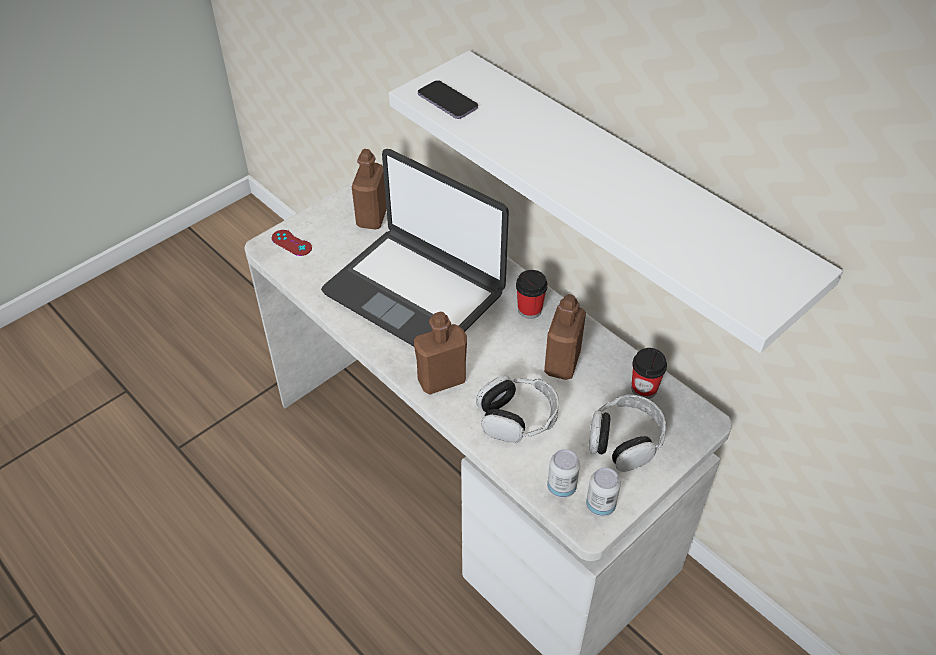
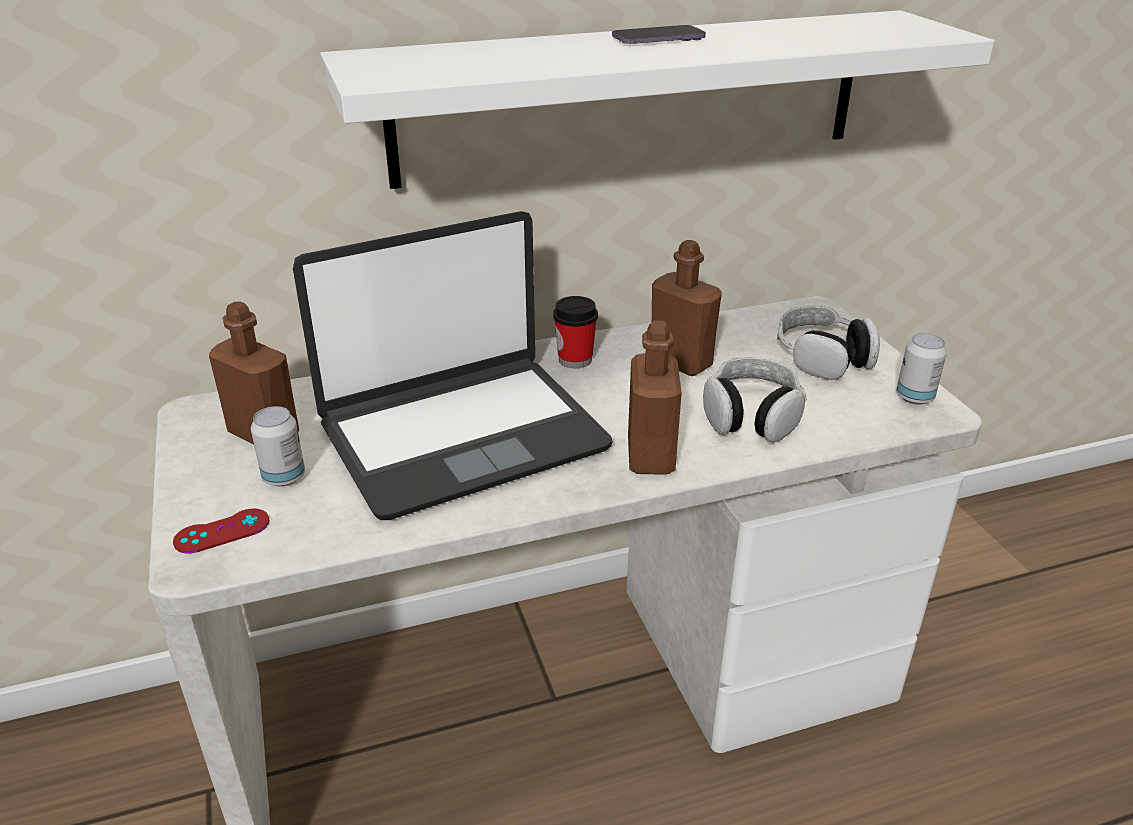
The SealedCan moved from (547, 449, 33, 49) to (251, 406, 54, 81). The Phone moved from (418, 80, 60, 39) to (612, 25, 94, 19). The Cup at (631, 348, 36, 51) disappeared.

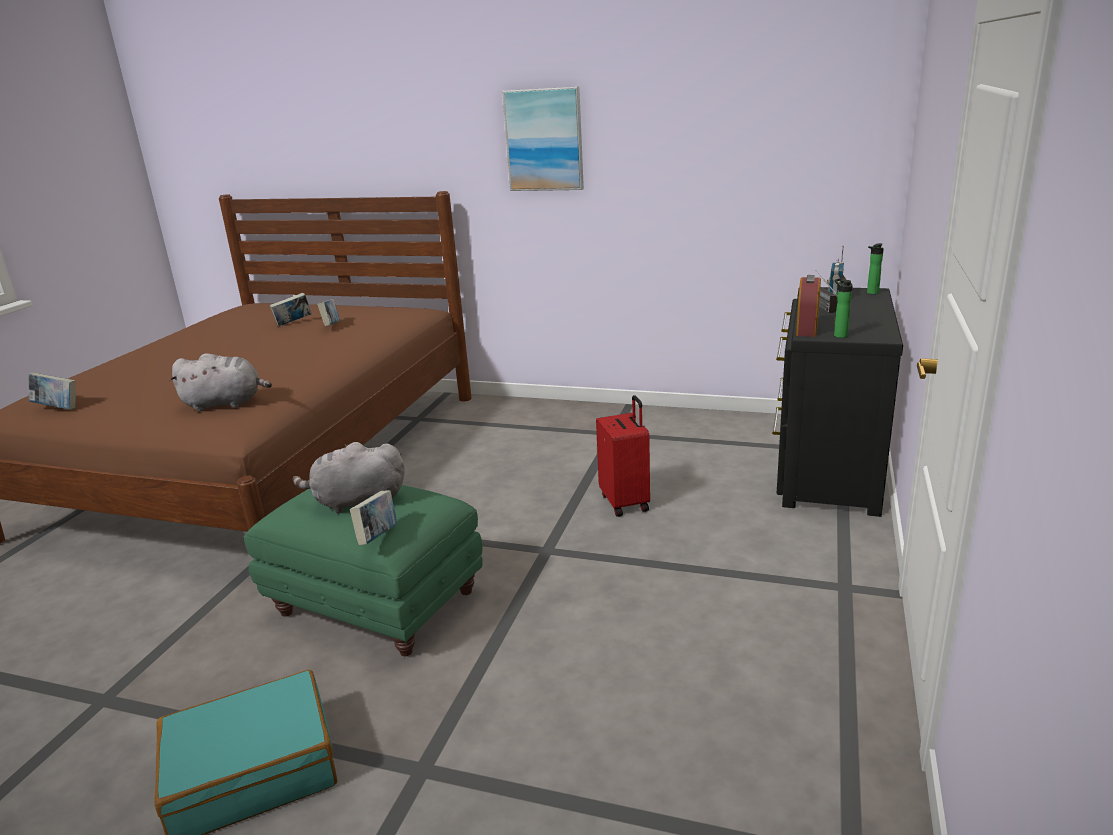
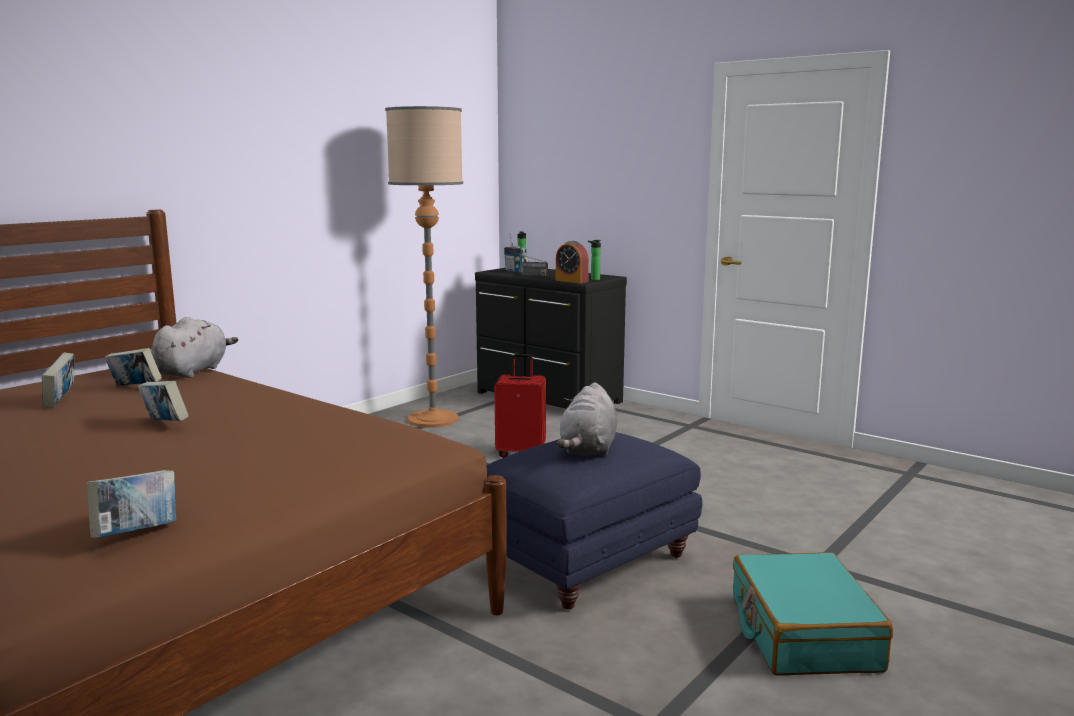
The BoundBook moved from (350, 490, 47, 55) to (138, 381, 51, 40). The GrayPlushToy moved from (169, 353, 103, 58) to (151, 317, 87, 61). The FloorLamp at (385, 106, 78, 322) appeared. The GreenColouredFootrest at (244, 485, 239, 171) became the BluishFootrest at (487, 432, 215, 178). The WallPicture at (502, 86, 82, 105) disappeared.

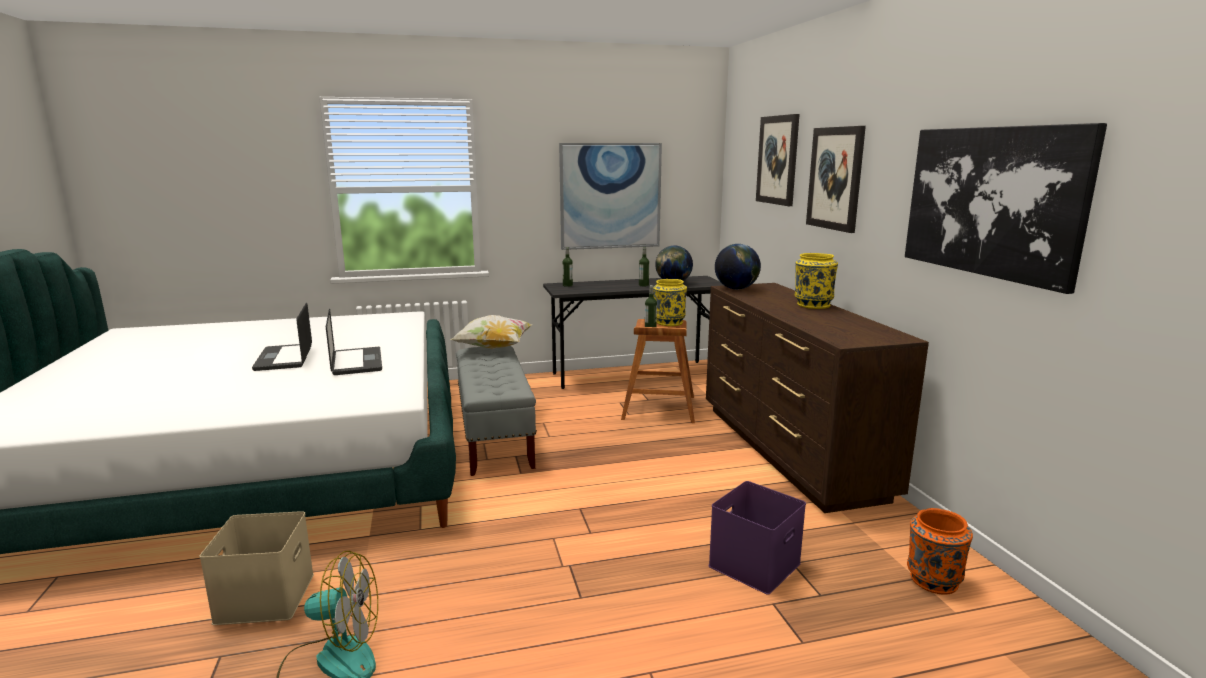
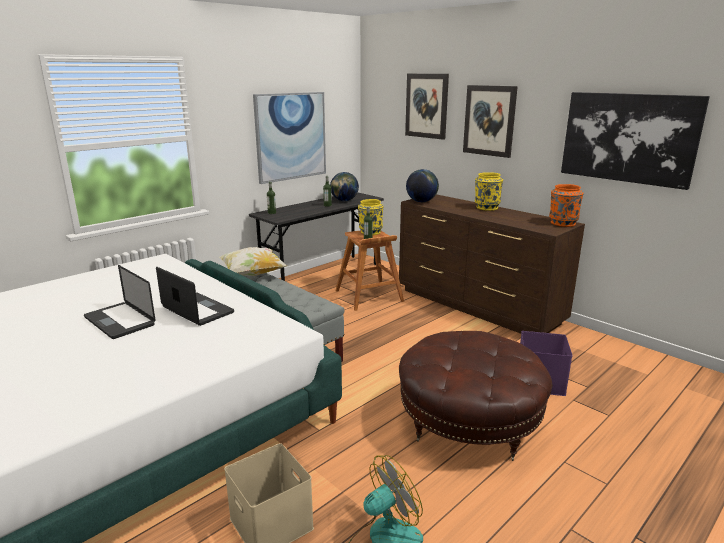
The BrownishFootrest at (399, 331, 154, 130) appeared. The OrangeyVase moved from (907, 508, 66, 87) to (549, 184, 35, 43).

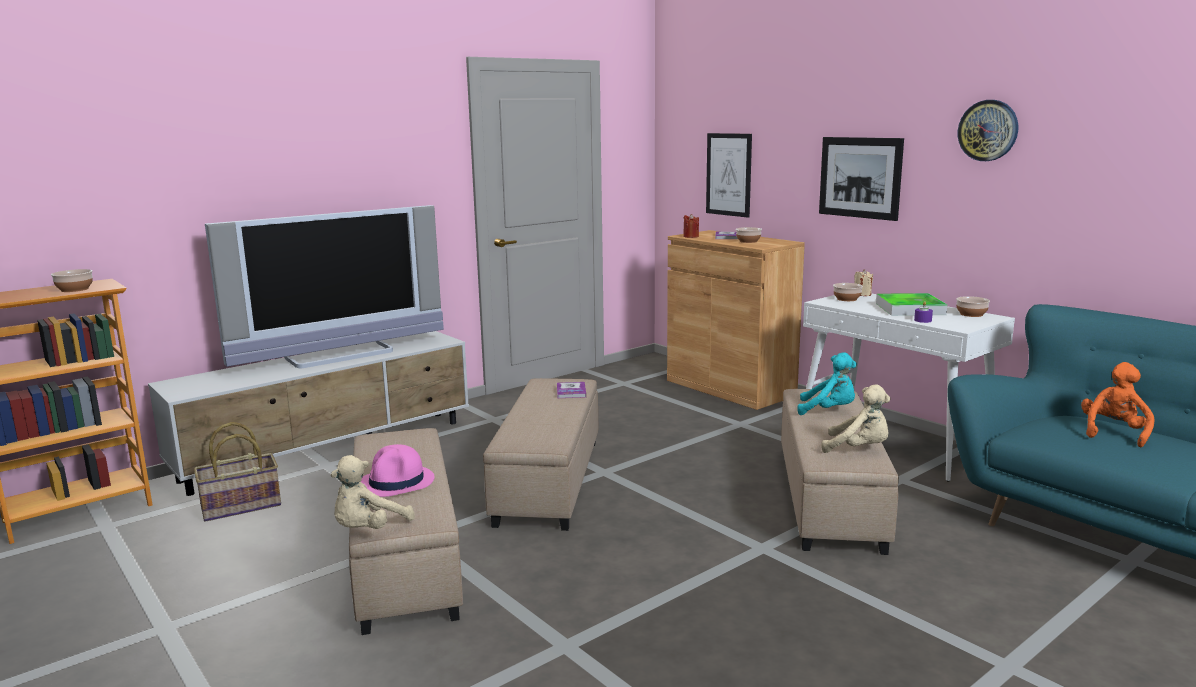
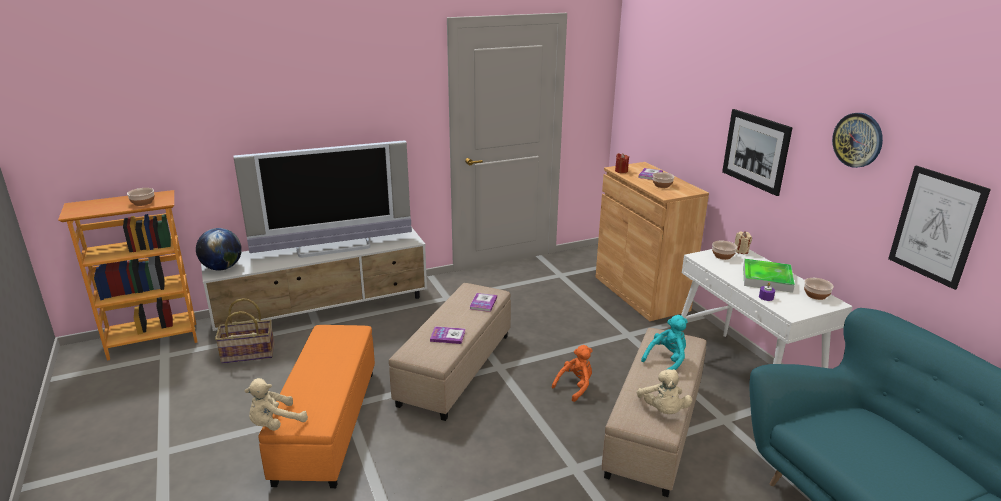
The DeskGlobe at (196, 228, 46, 42) appeared. The BeigeFootrest at (349, 428, 114, 207) became the OrangeyFootrest at (258, 325, 117, 163). The BoundBook at (430, 326, 36, 18) appeared. The OrangeyPlushToy moved from (1081, 362, 74, 85) to (552, 345, 41, 57). The BeigePlushToy at (821, 385, 70, 68) turned 45 degrees clockwise. The TurquoiseColouredPlushToy at (797, 352, 60, 63) turned 75 degrees counterclockwise. The WallPicture moved from (706, 133, 46, 85) to (888, 166, 103, 124). The PinkColouredHat at (360, 444, 75, 53) disappeared.

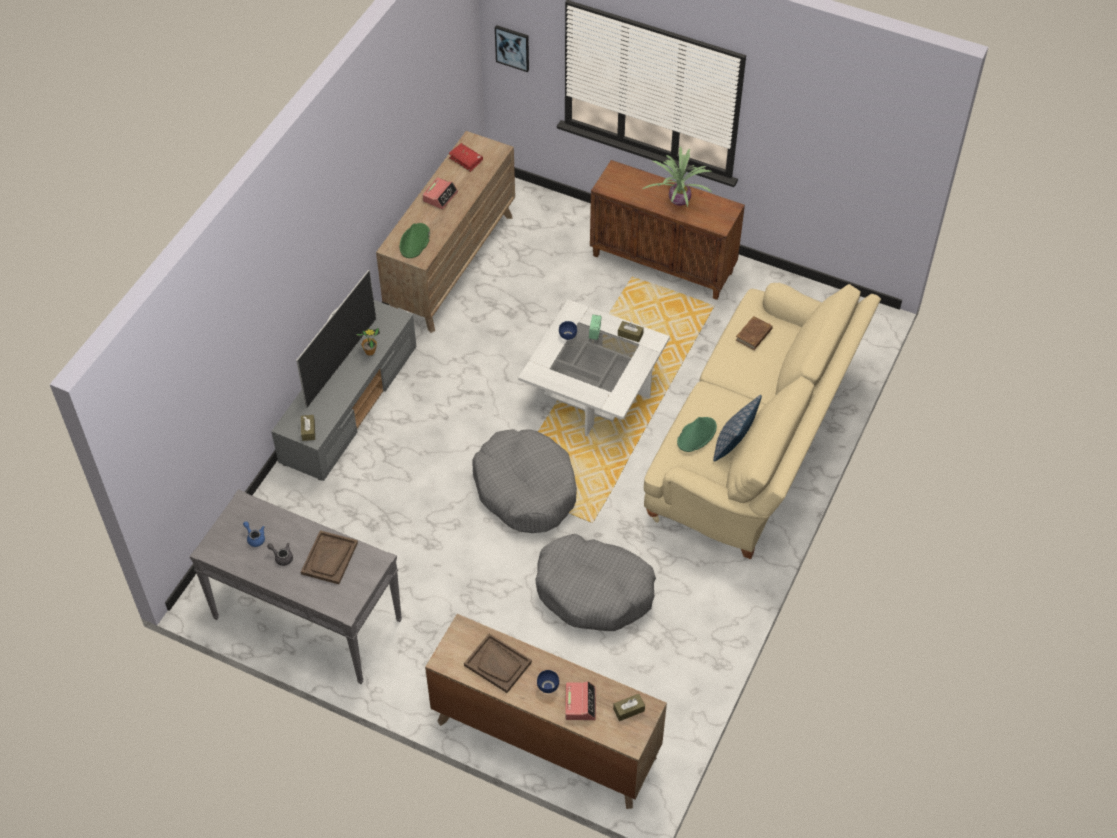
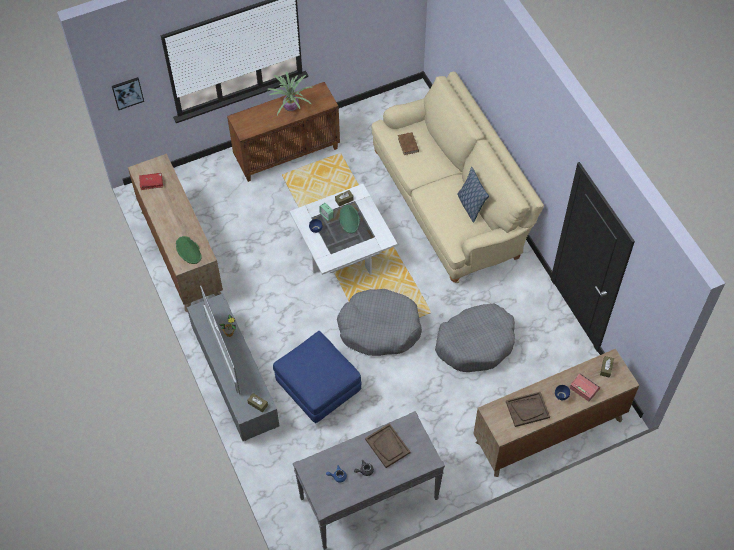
The BluishFootrest at (273, 331, 89, 92) appeared. The GreenColouredHat moved from (677, 417, 40, 35) to (339, 205, 21, 28). The BedsideClock at (423, 178, 35, 31) disappeared.

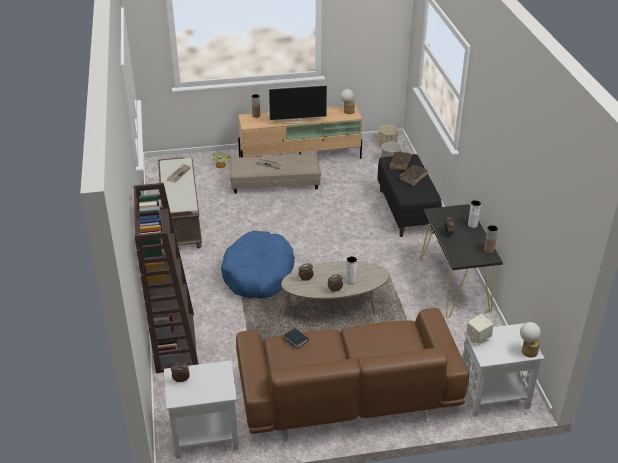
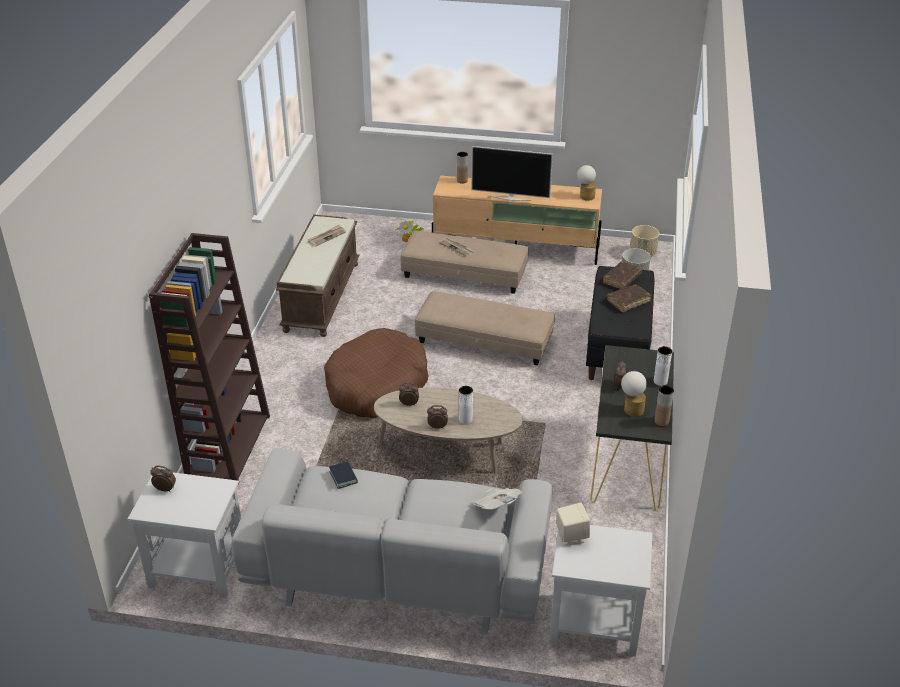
The BrownishSettee at (236, 308, 233, 134) became the GraySettee at (232, 449, 320, 185). The BluishPetBed at (221, 231, 74, 68) became the BrownishPetBed at (324, 328, 105, 90). The BeigeFootrest at (415, 291, 140, 75) appeared. The Newspaper at (472, 488, 51, 21) appeared. The LampForATable moved from (520, 322, 21, 36) to (621, 371, 26, 46).

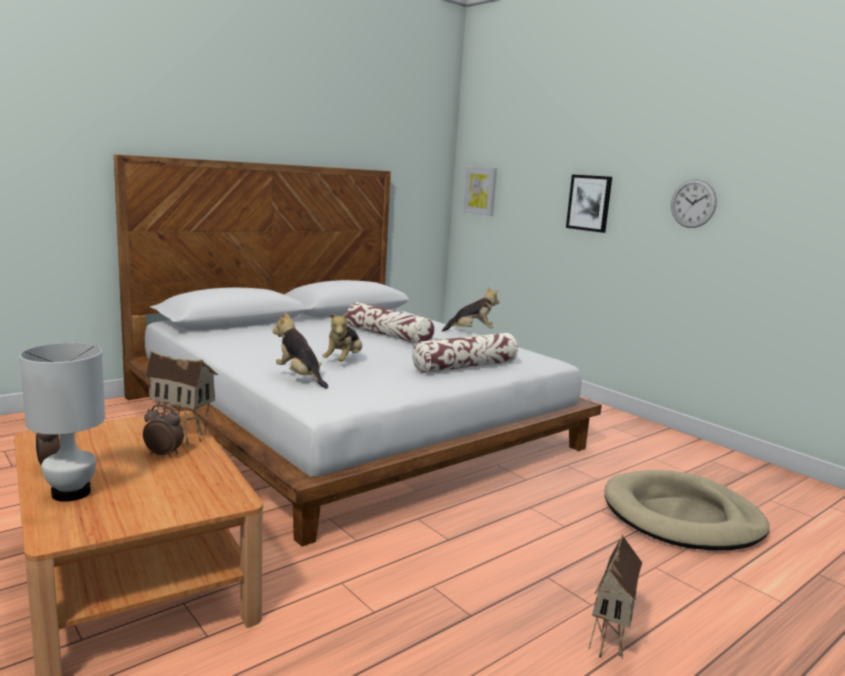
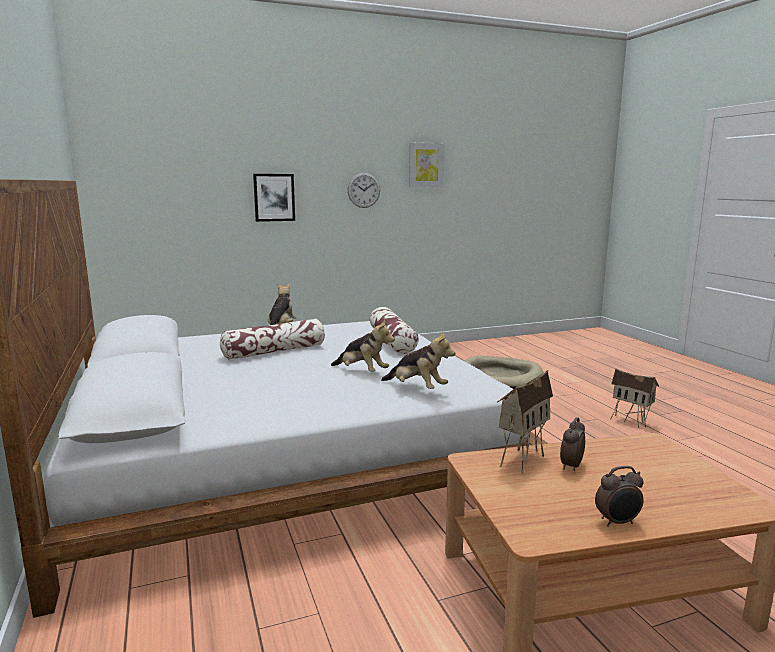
The PlushToy at (272, 313, 56, 76) turned 120 degrees counterclockwise. The WallPicture moved from (463, 167, 34, 49) to (409, 143, 36, 44). The WhiteColouredLampForATable at (20, 343, 85, 159) disappeared.

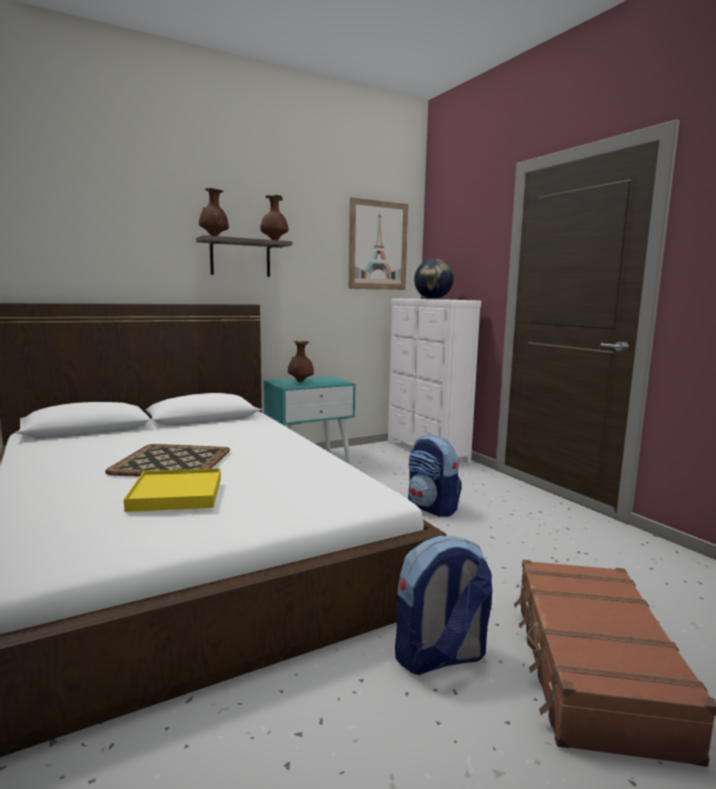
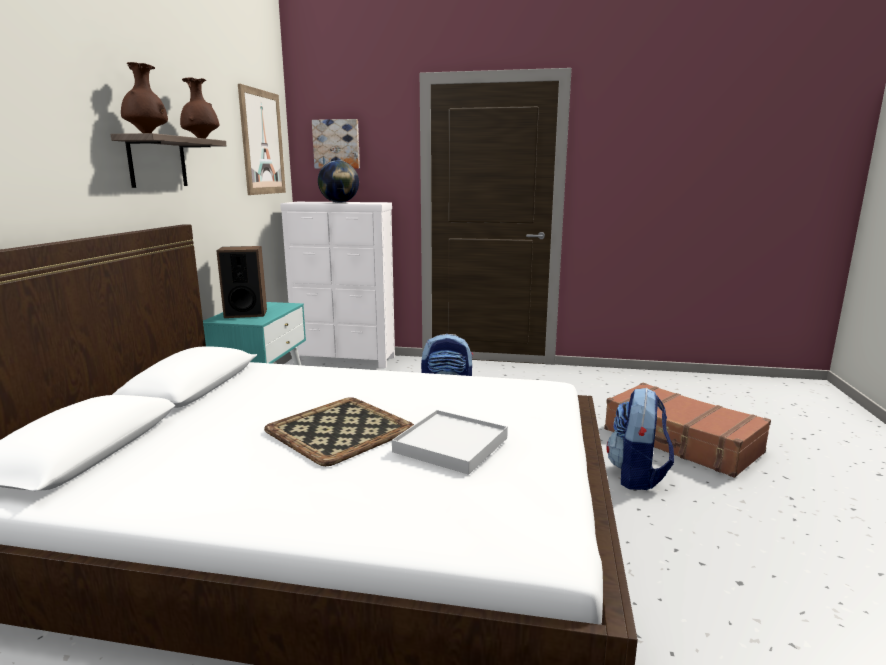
The BrownishVase at (288, 341, 26, 41) was replaced by the AudioSpeaker at (217, 246, 50, 72). The WallPicture at (312, 119, 48, 50) appeared. The YellowColouredServingTray at (124, 468, 97, 44) became the WhiteColouredServingTray at (392, 410, 116, 65).

